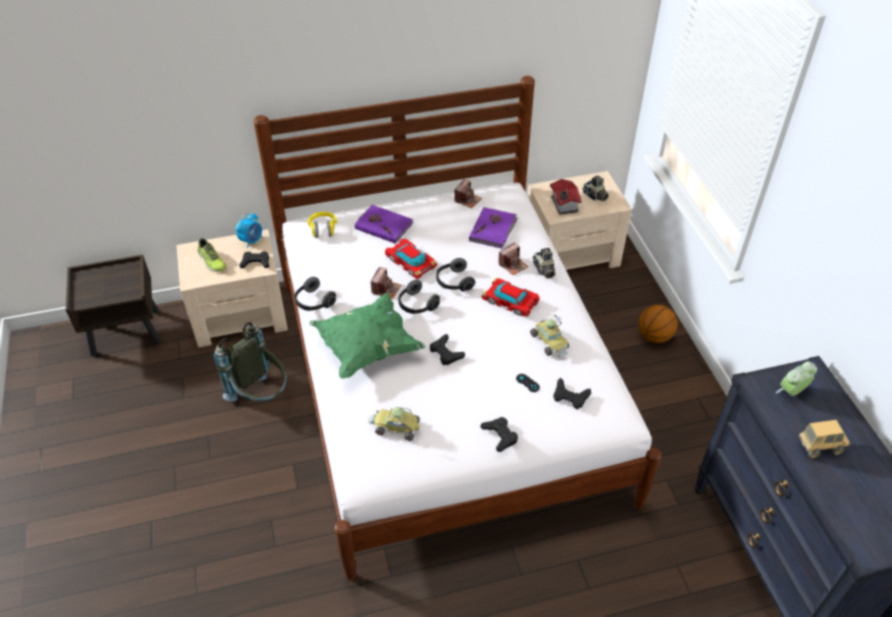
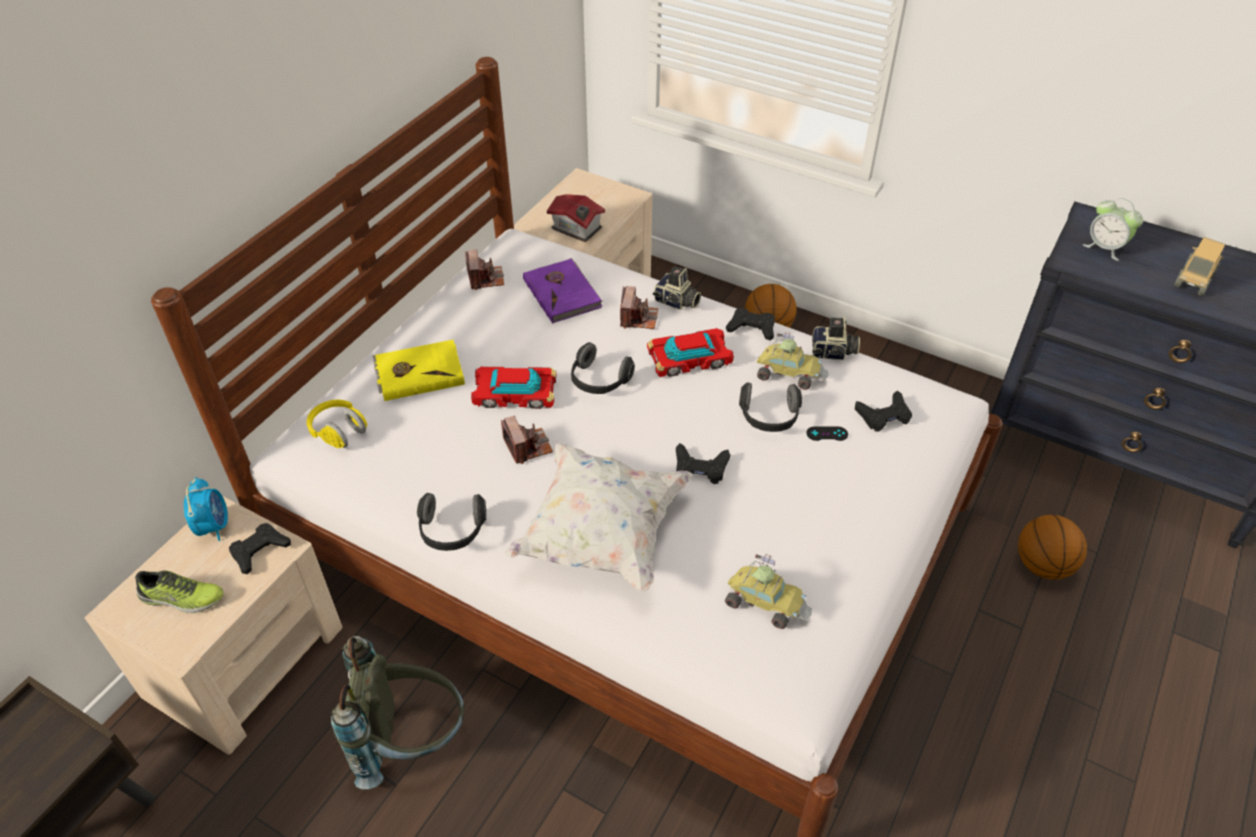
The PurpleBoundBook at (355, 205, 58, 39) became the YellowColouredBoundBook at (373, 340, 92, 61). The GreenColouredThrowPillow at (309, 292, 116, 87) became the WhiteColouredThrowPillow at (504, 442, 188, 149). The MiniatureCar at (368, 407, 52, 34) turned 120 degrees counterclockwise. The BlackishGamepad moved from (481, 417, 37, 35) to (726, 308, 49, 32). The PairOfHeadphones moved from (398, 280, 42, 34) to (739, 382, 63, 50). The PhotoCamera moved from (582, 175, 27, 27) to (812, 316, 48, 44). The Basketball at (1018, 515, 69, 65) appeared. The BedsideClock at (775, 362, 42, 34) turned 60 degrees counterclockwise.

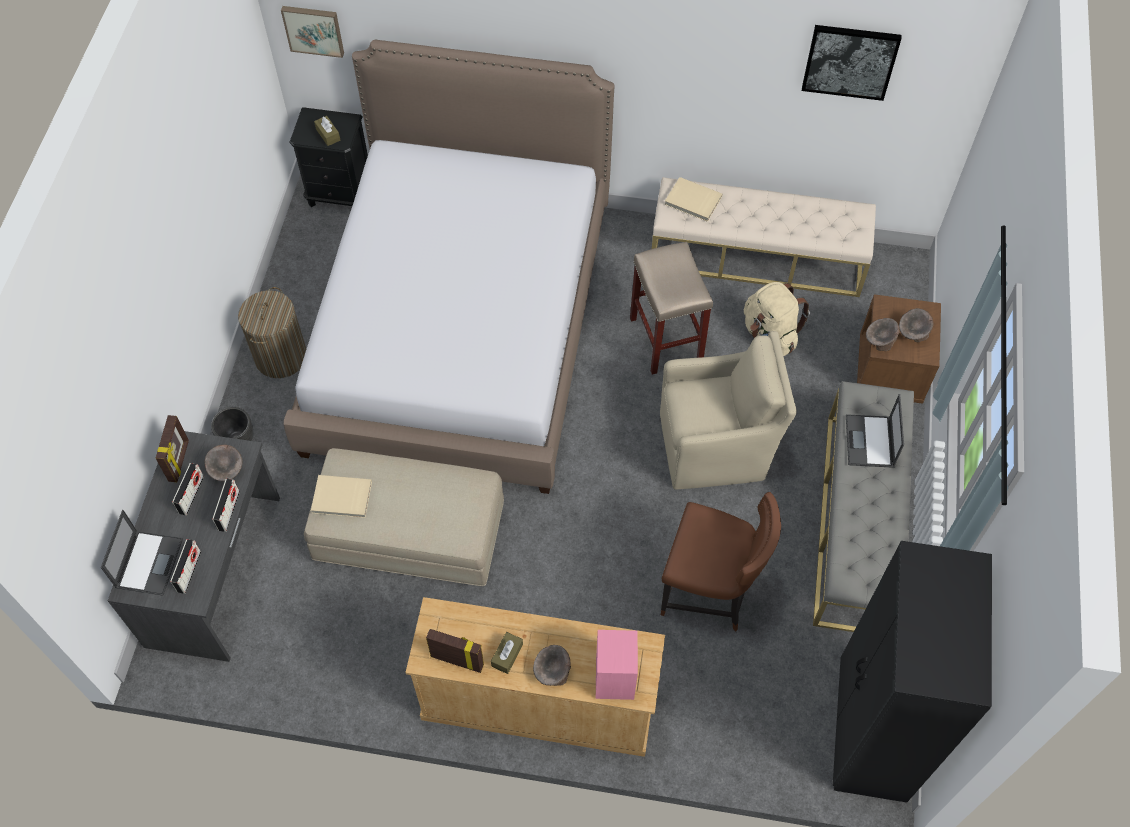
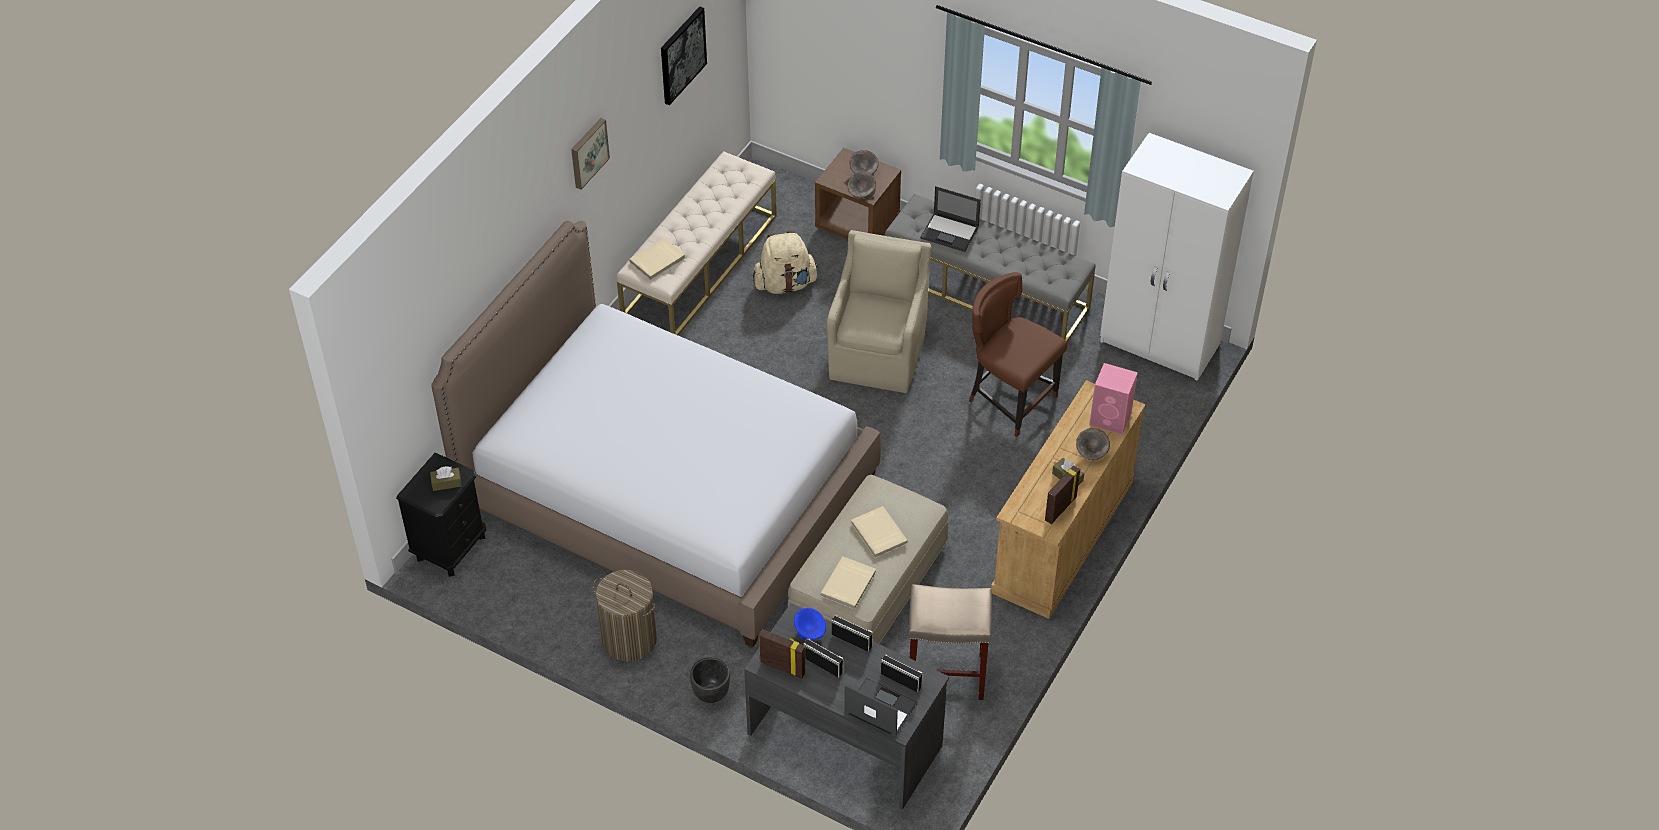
The WallPicture moved from (281, 6, 63, 52) to (571, 118, 39, 72). The GrayDeepDish at (204, 445, 39, 36) became the BluishDeepDish at (794, 608, 32, 32). The BeigeBoundBook at (851, 506, 57, 52) appeared. The BeigeStoolSeat moved from (630, 242, 83, 133) to (909, 584, 83, 116). The BrownishUprightChair at (661, 492, 120, 139) turned 90 degrees counterclockwise. The BlackishArmoire at (833, 541, 159, 261) became the WhiteColouredArmoire at (1100, 133, 154, 248).

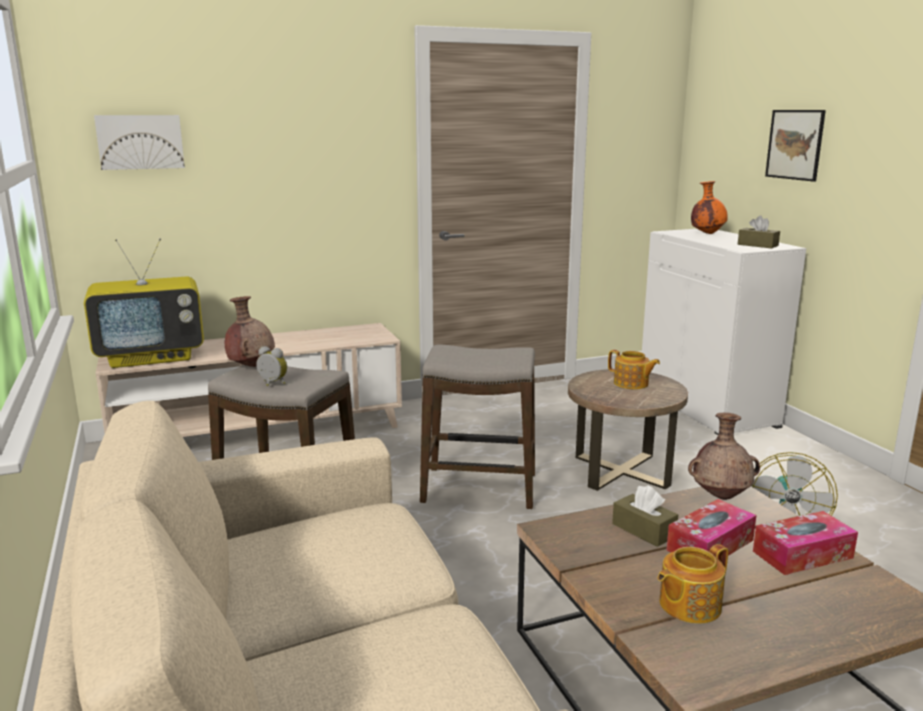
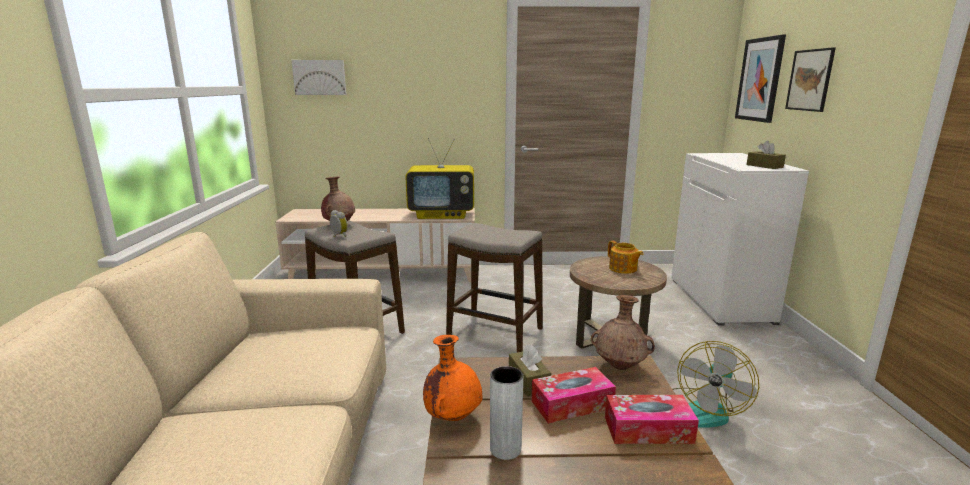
The Television moved from (84, 238, 120, 130) to (405, 138, 69, 81). The OrangeyVase moved from (691, 181, 37, 53) to (423, 335, 60, 86). The PotForTea at (658, 544, 70, 80) was replaced by the GrayVase at (490, 366, 33, 94). The WallPicture at (735, 35, 51, 88) appeared.

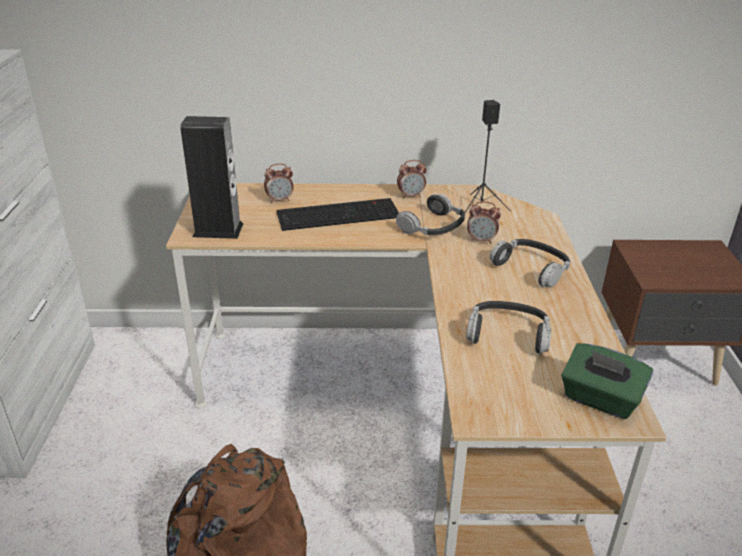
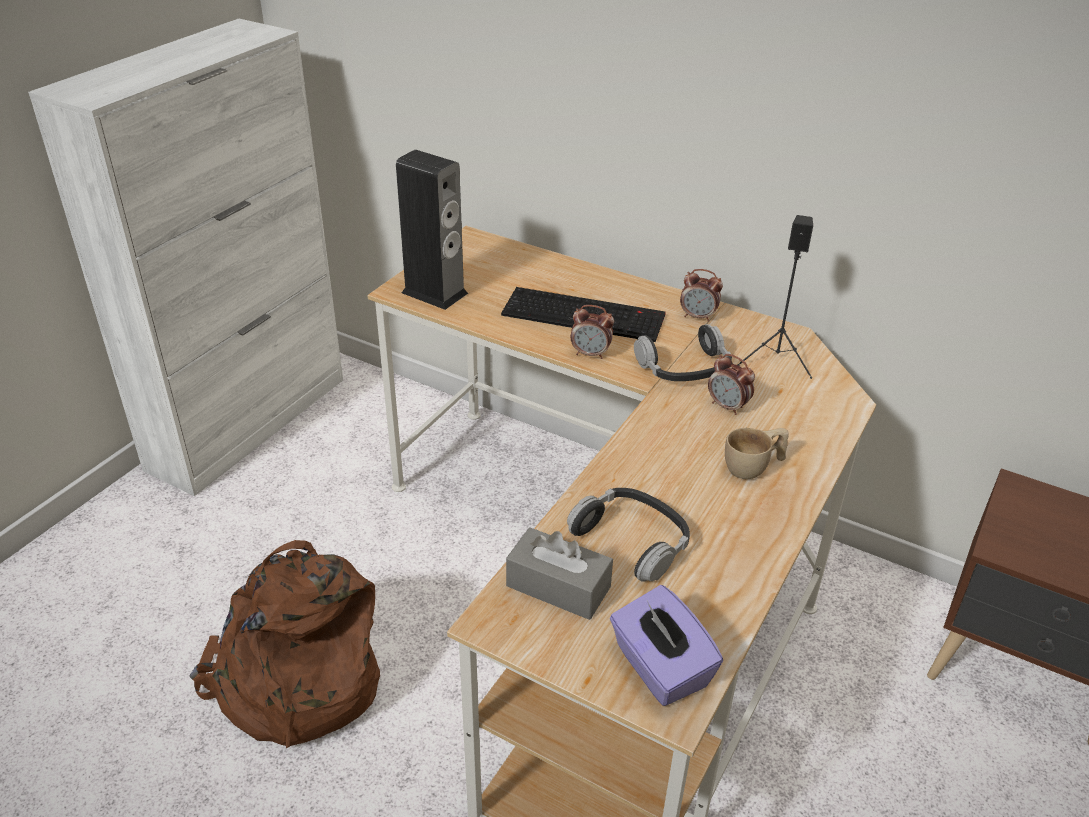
The GrayTissueHolder at (506, 527, 107, 93) appeared. The BedsideClock moved from (264, 164, 30, 39) to (571, 305, 43, 54). The GreenColouredTissueHolder at (561, 343, 92, 76) became the PurpleTissueHolder at (610, 585, 113, 121). The PairOfHeadphones at (490, 239, 80, 48) was replaced by the BeigeCup at (725, 428, 63, 51).

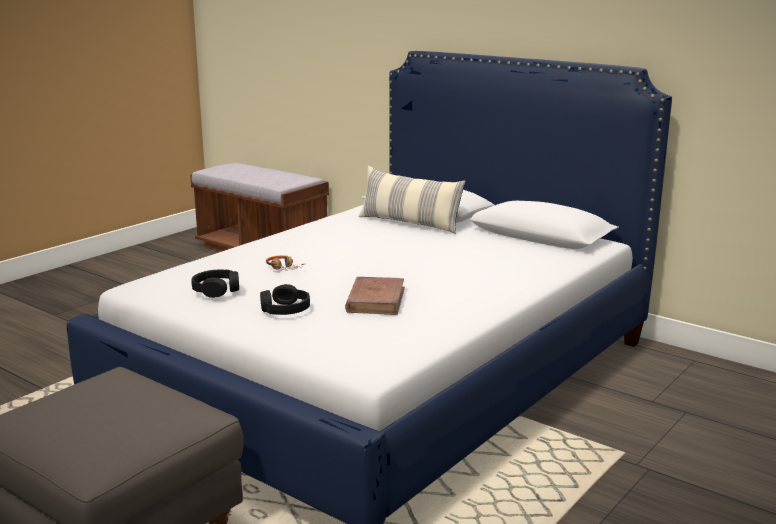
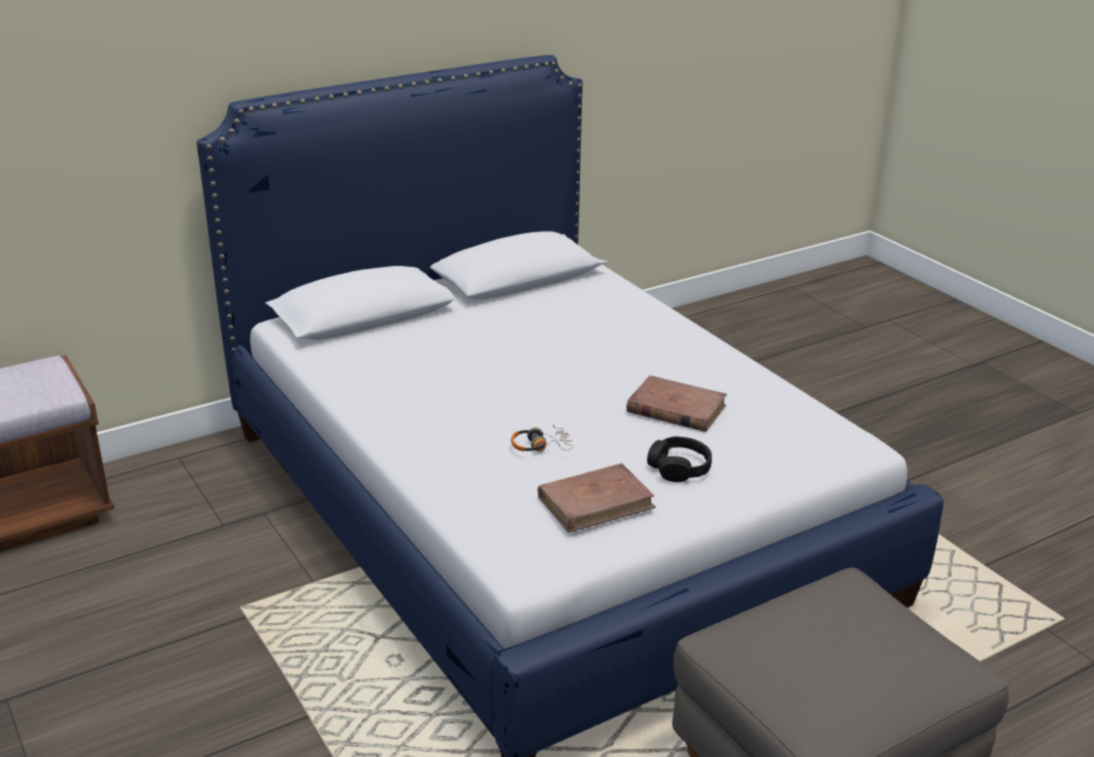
The BlackishPairOfHeadphones at (192, 270, 47, 28) was replaced by the BrownishBoundBook at (538, 463, 118, 70). The ThrowPillow at (358, 166, 108, 68) disappeared.

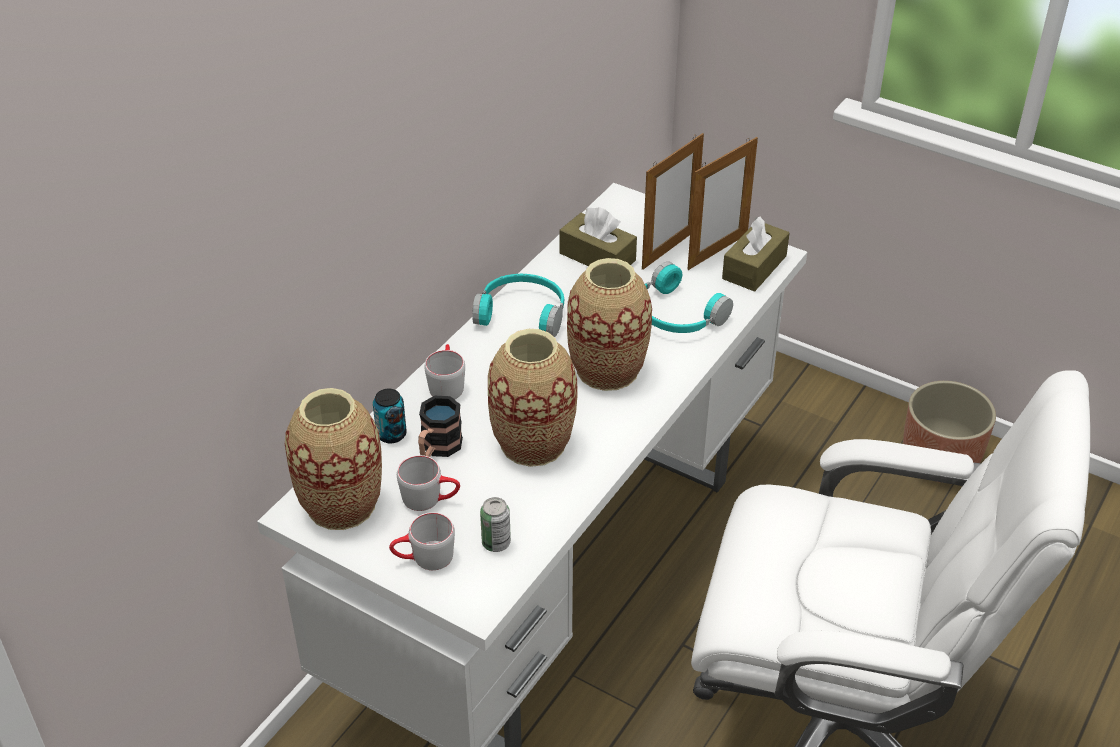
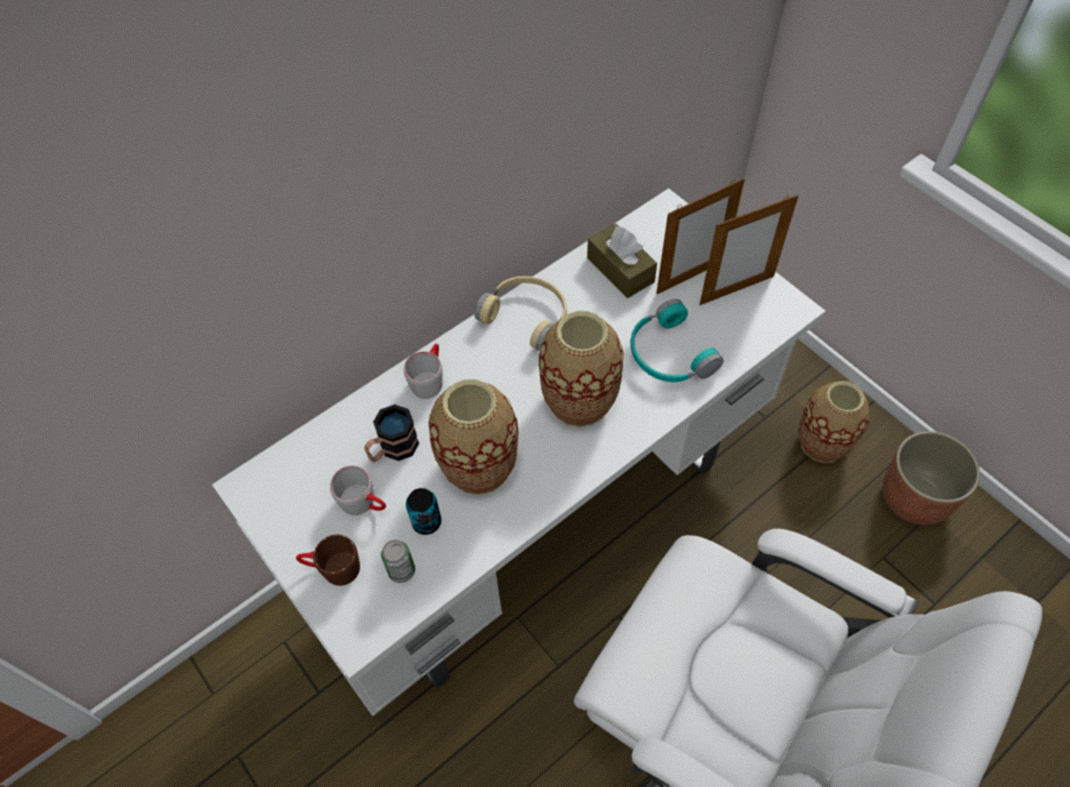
The GrayMug at (389, 512, 66, 58) became the BrownishMug at (296, 534, 64, 52). The SealedCan moved from (373, 389, 34, 54) to (406, 488, 35, 47). The TurquoiseColouredPairOfHeadphones at (472, 274, 92, 63) became the BeigePairOfHeadphones at (475, 276, 92, 75). The Vase moved from (285, 388, 97, 142) to (799, 381, 71, 82). The BrownishTissueHolder at (722, 217, 68, 75) disappeared.

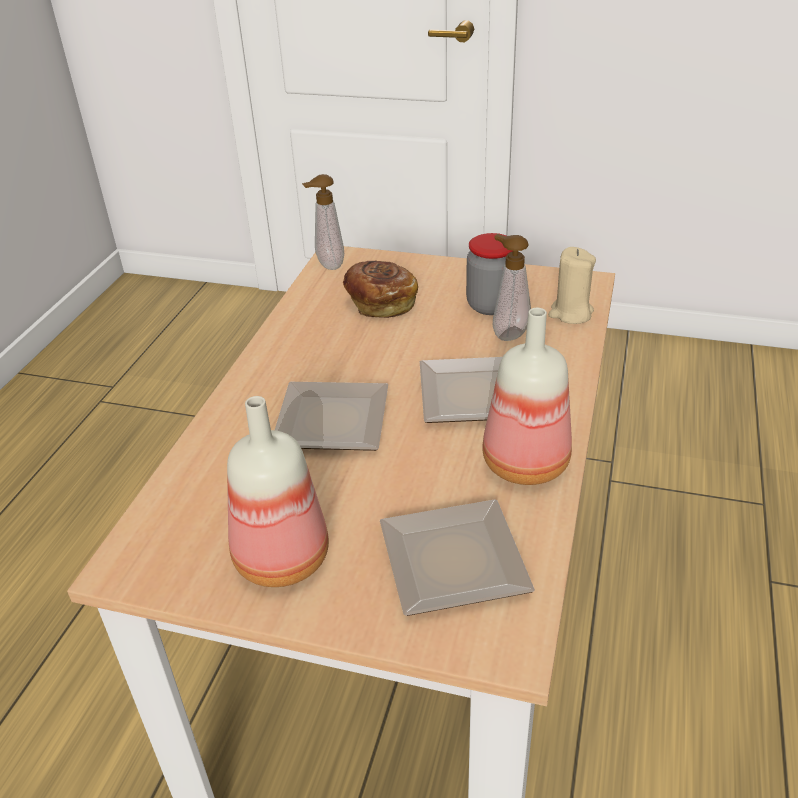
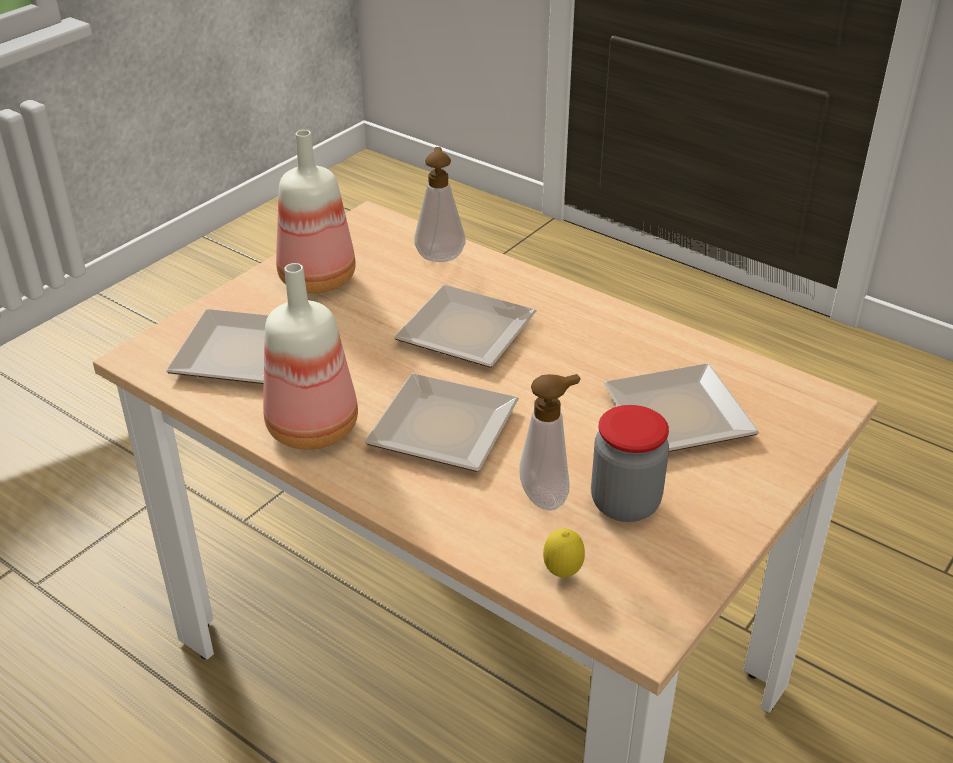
The LiquidSoapBottle moved from (302, 174, 42, 96) to (414, 147, 52, 115). The BeigeWaxLight at (548, 247, 48, 77) was replaced by the CitrusFruit at (543, 529, 42, 48). The BakeryBread at (343, 261, 75, 57) was replaced by the Plate at (604, 363, 155, 89).

